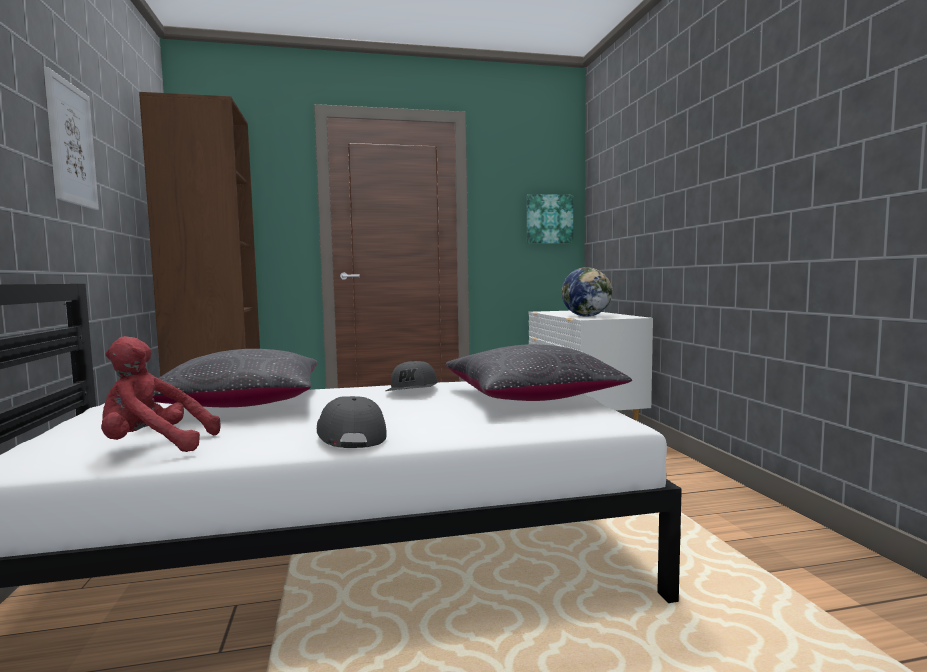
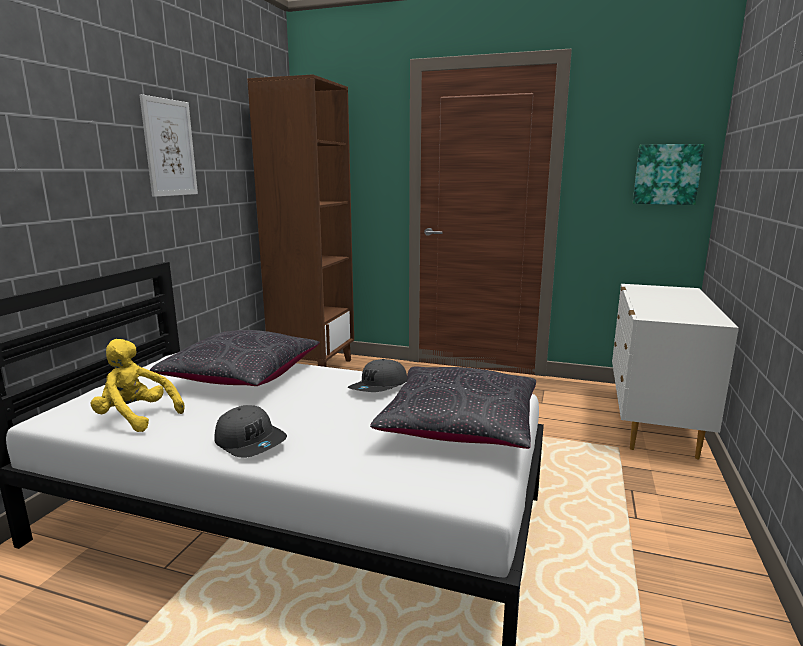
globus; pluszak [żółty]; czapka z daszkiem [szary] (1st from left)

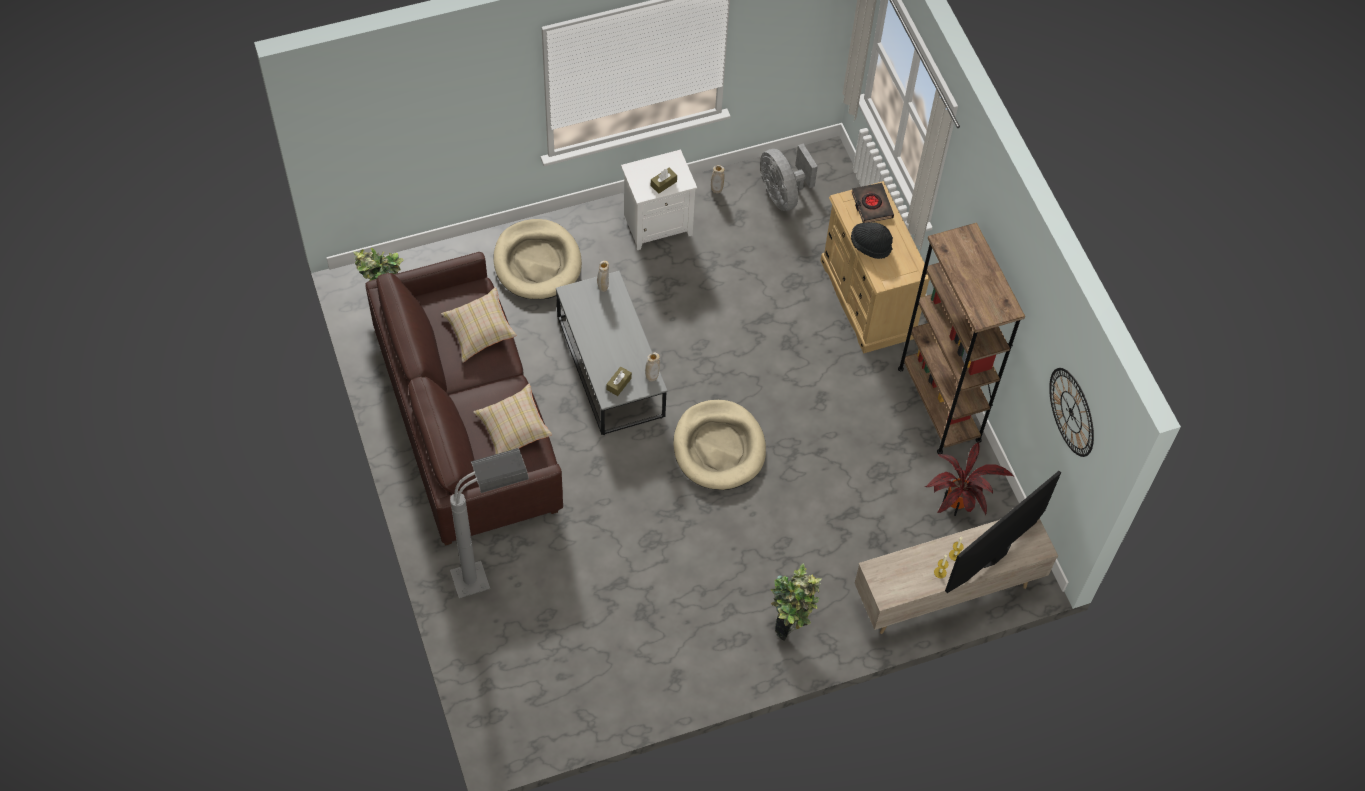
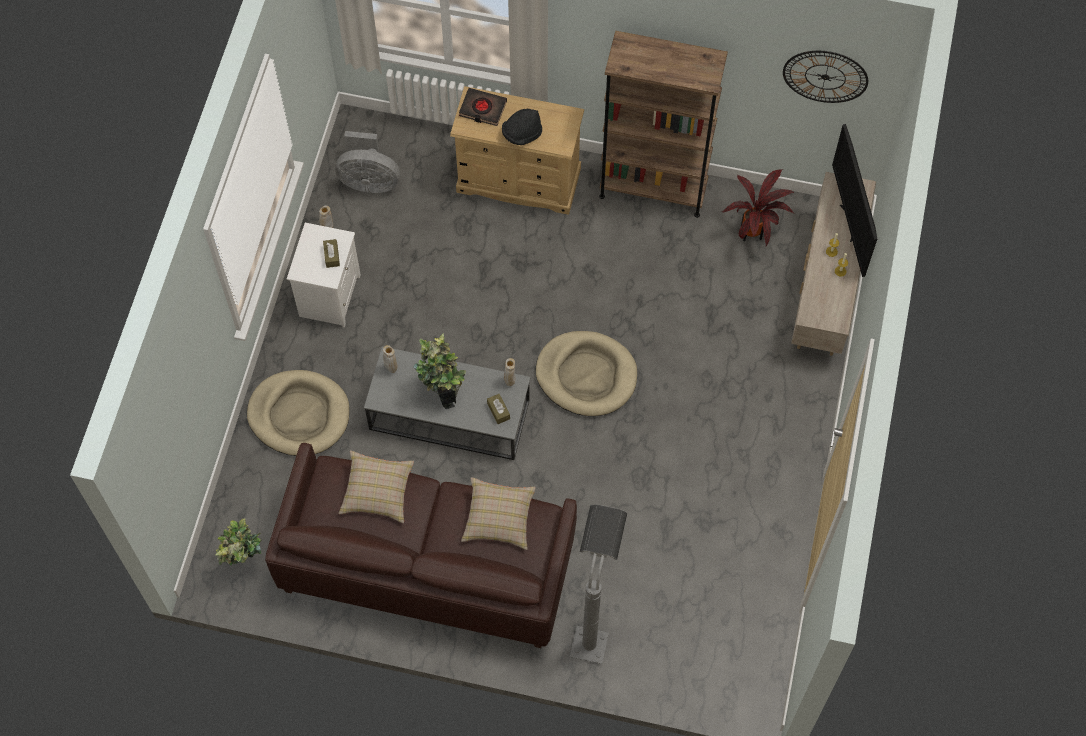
roślina doniczkowa (2nd from left)

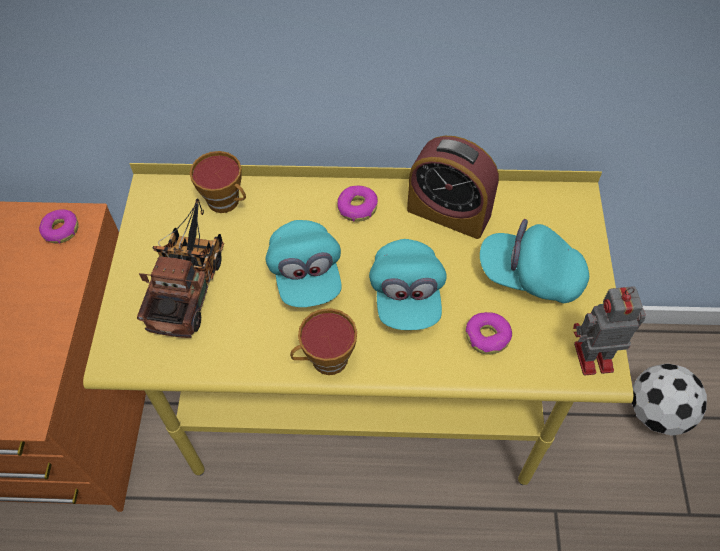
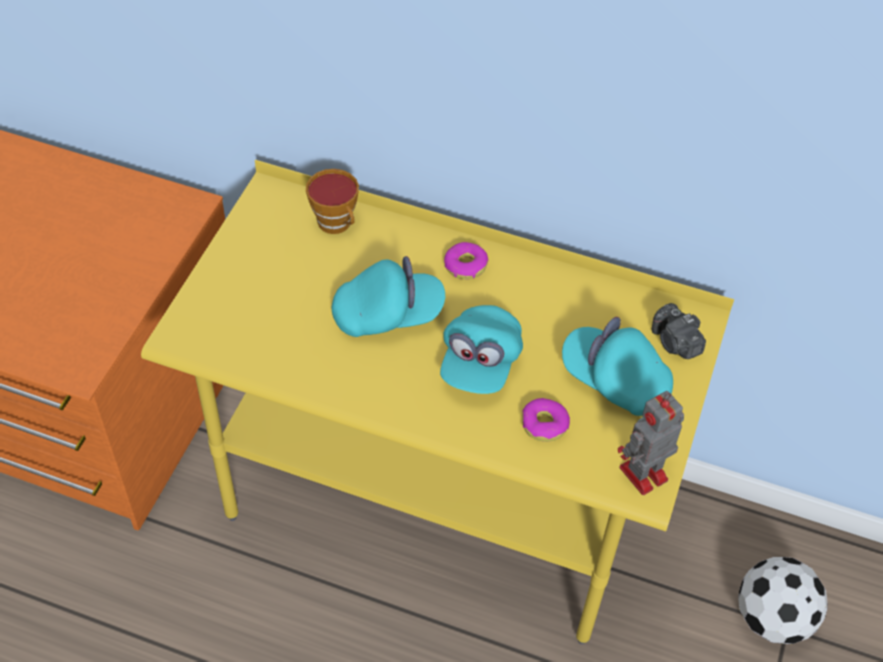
budzik; ciężarówka zabawkowa; donut (1st from left in the first image); czapka z daszkiem [turkusowy] (1st from left); robot zabawkowy; filiżanka (2nd from left in the first image); aparat fotograficzny

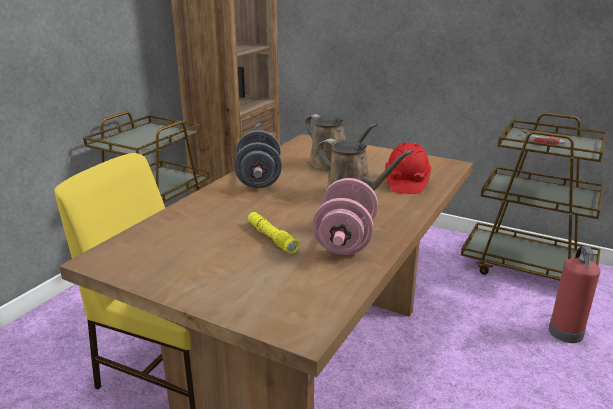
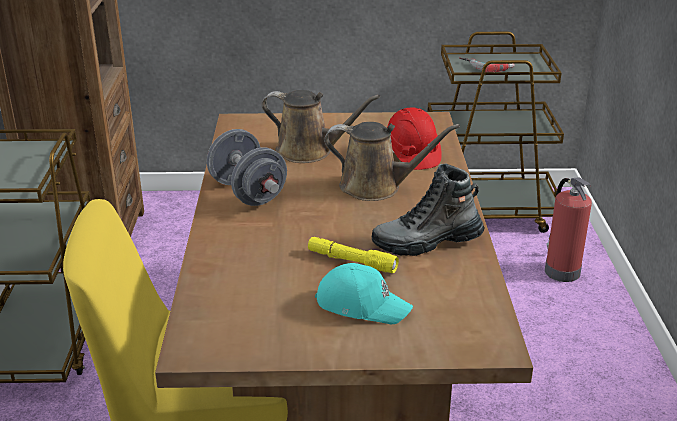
but z cholewką; czapka z daszkiem [turkusowy]

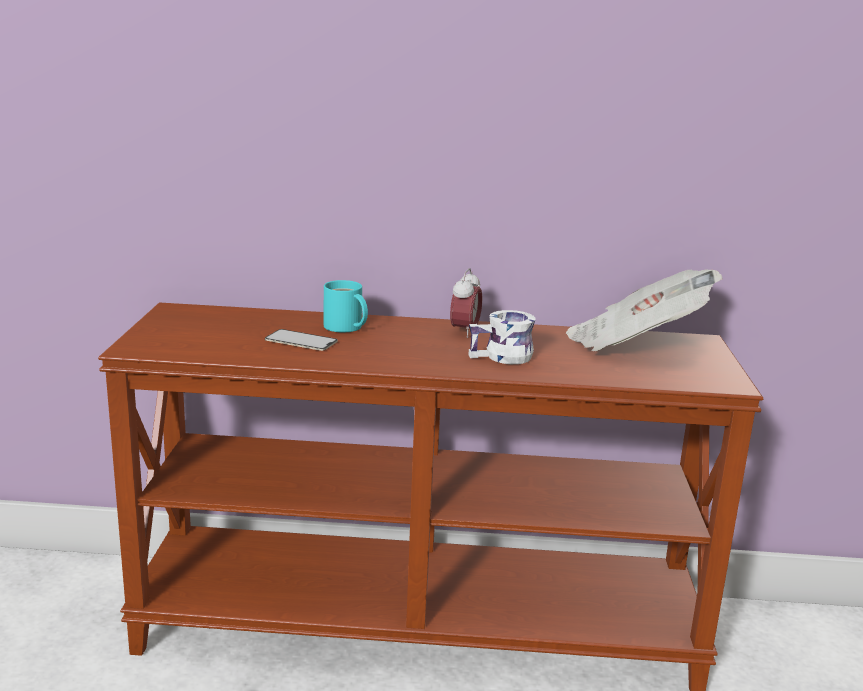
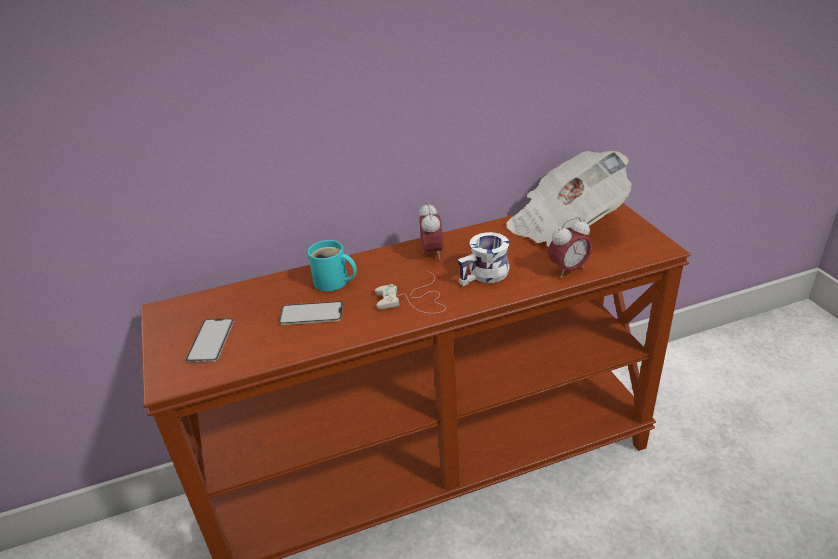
budzik (2nd from left); pad do gier [biały]; telefon (1st from left)

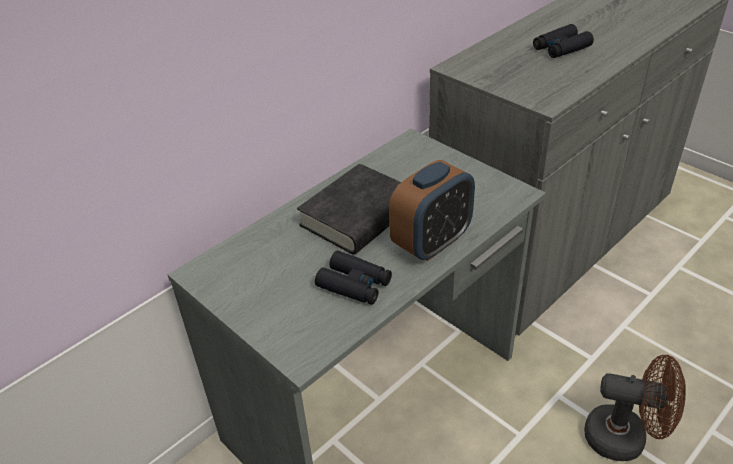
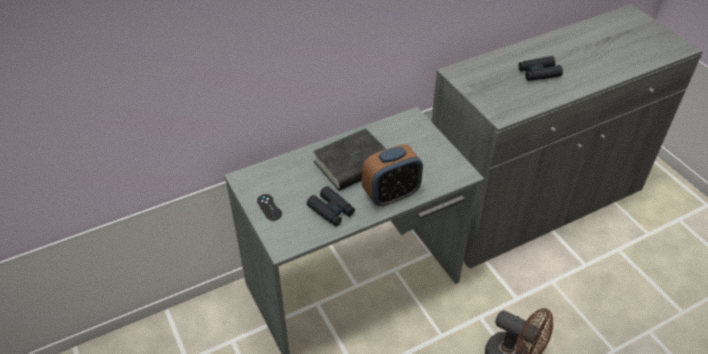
pad do gier [czarny]

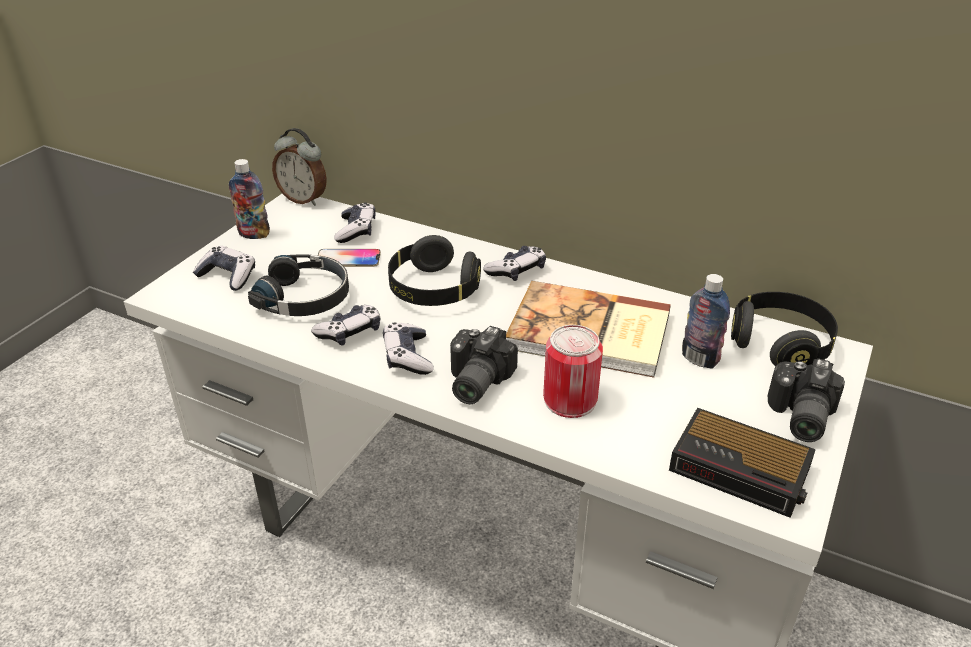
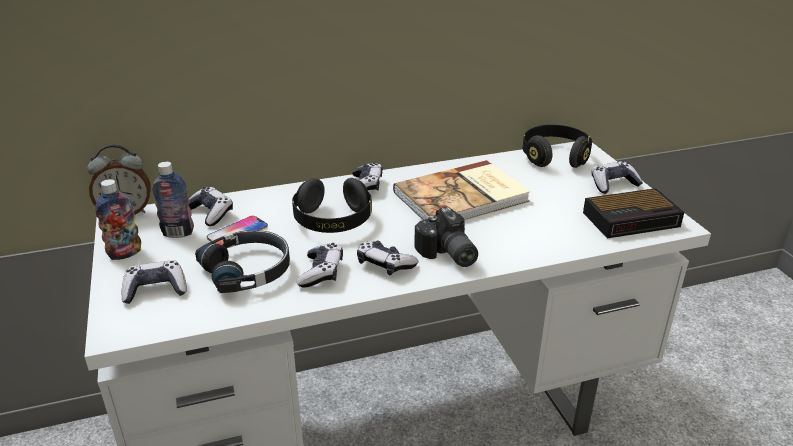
butelka (2nd from left); puszka; pad do gier (6th from left)

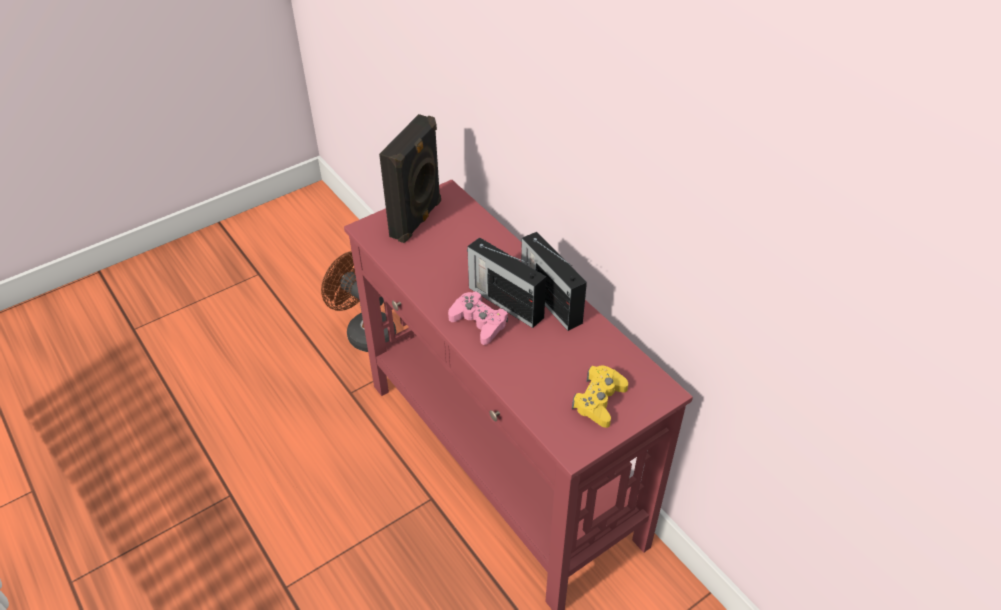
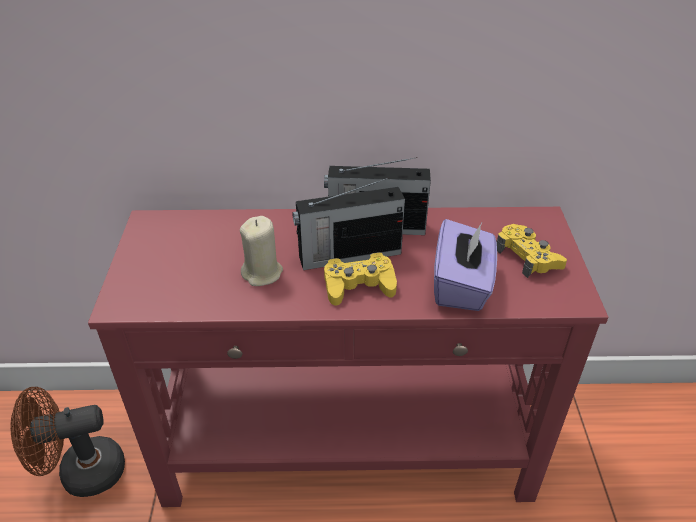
głośnik [czarny]; pad do gier [żółty] (1st from left); świeca [beżowy]; pudełko chusteczek [fioletowy]

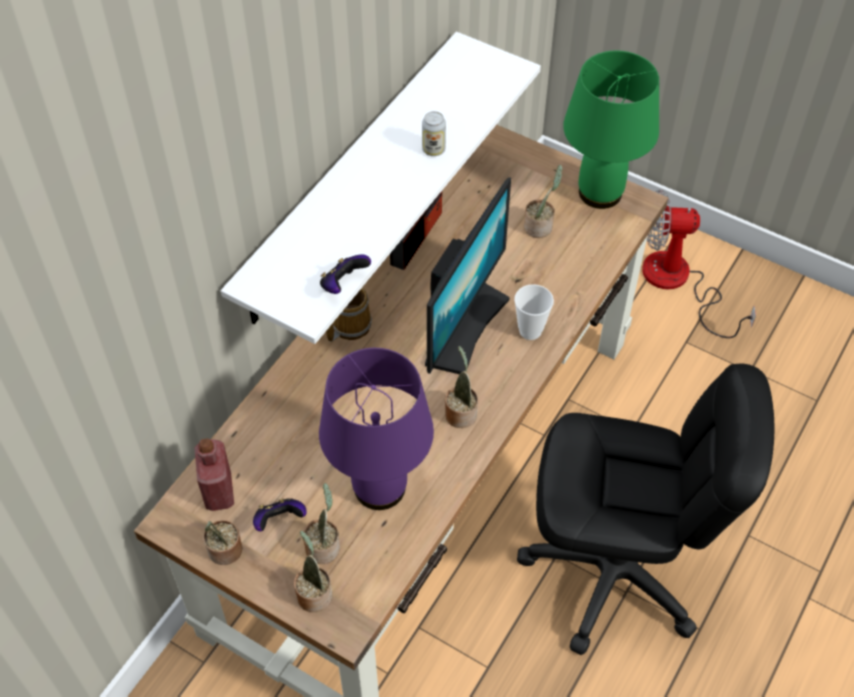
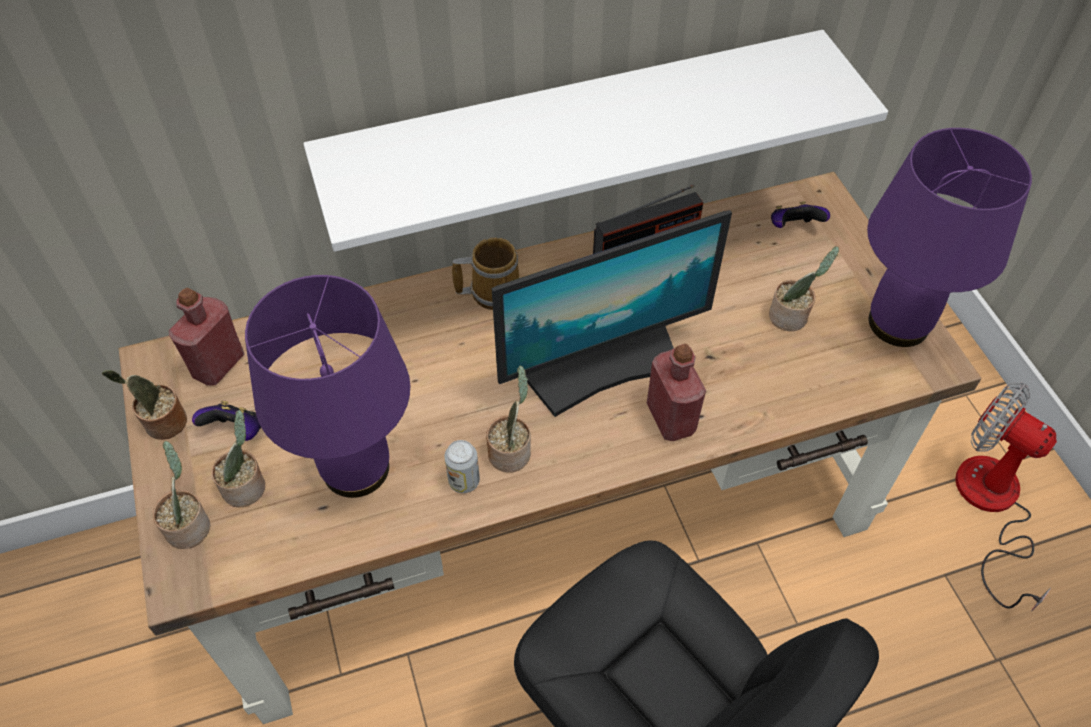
lampa stołowa [fioletowy] (2nd from left); puszka; pad do gier (2nd from left); butelka [czerwony] (2nd from left)

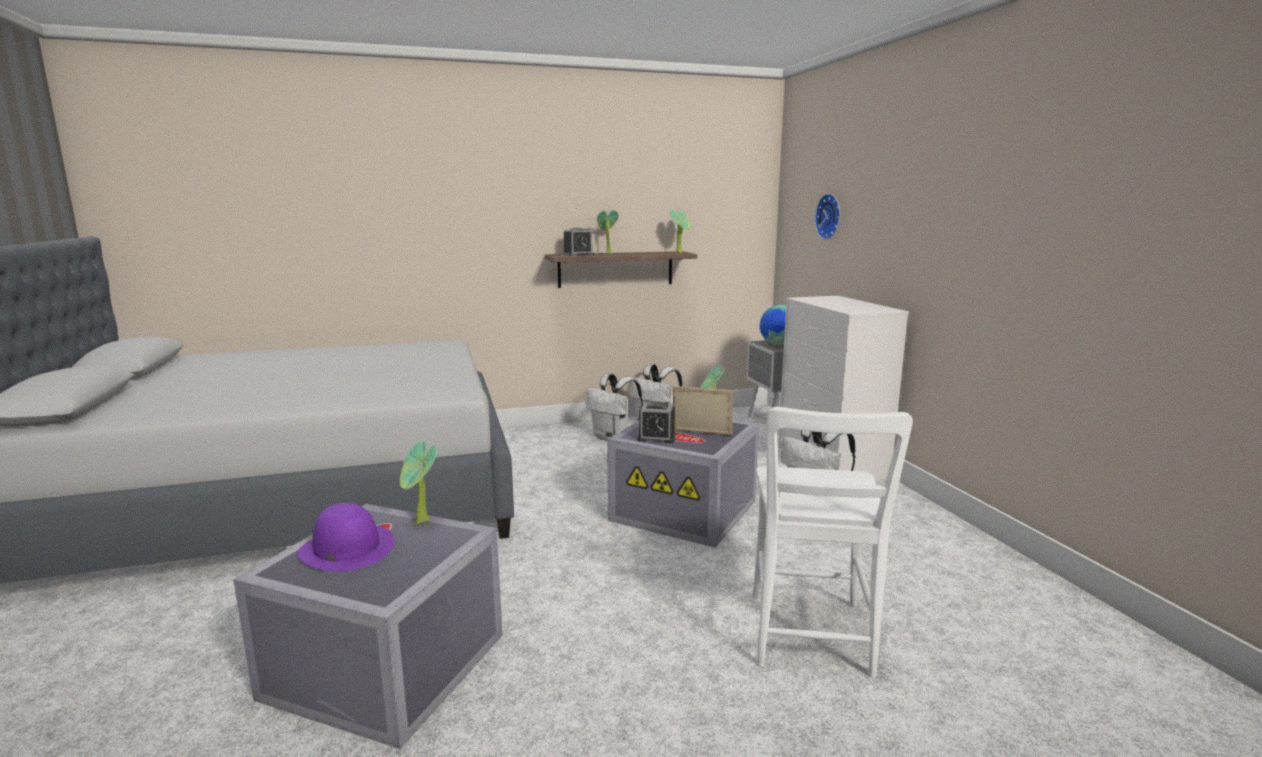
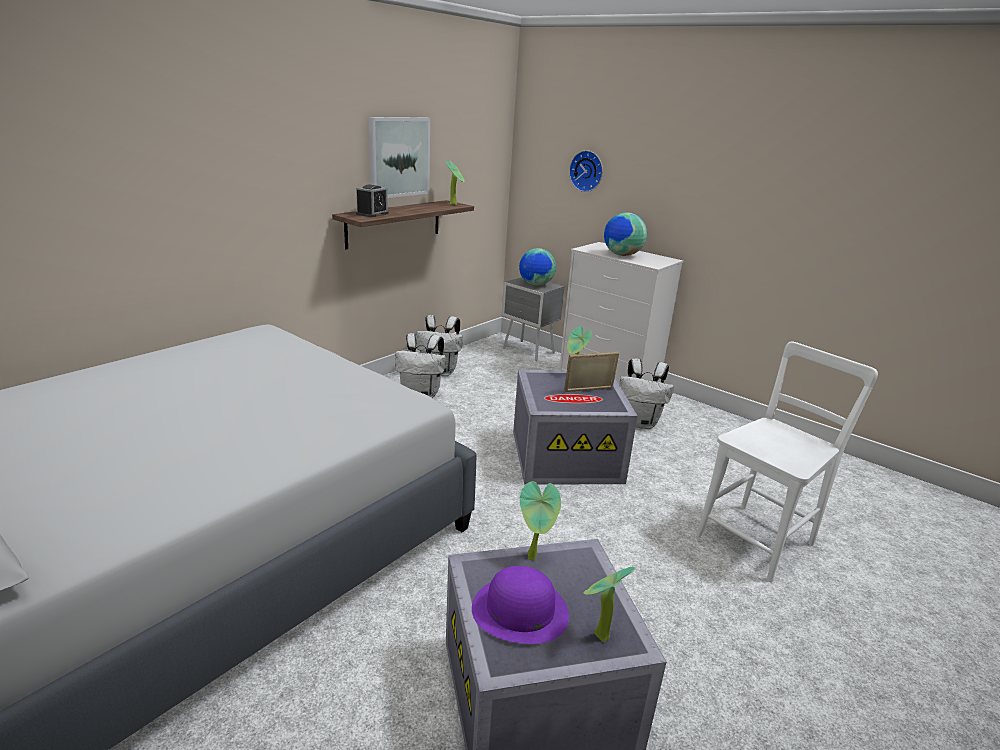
roślina doniczkowa (4th from left); budzik (2nd from left in the first image); krzesło [biały]; obraz; globus (2nd from left)

